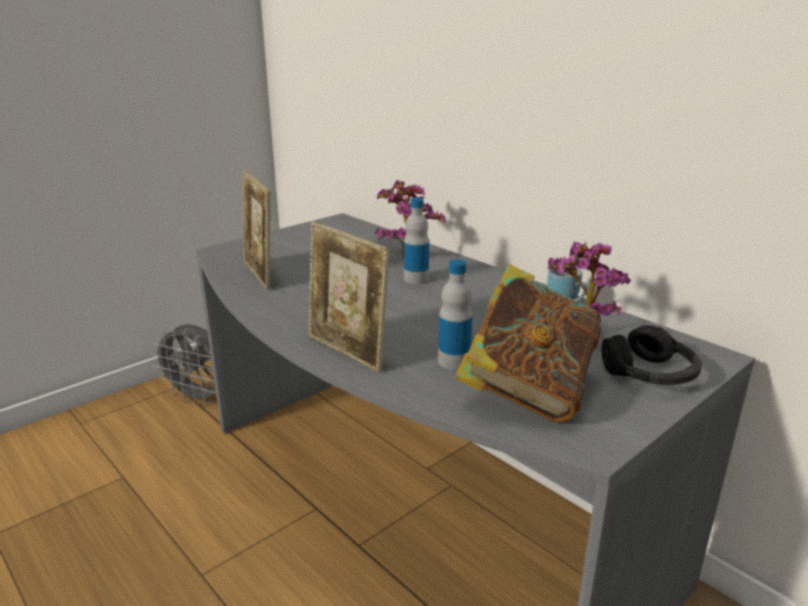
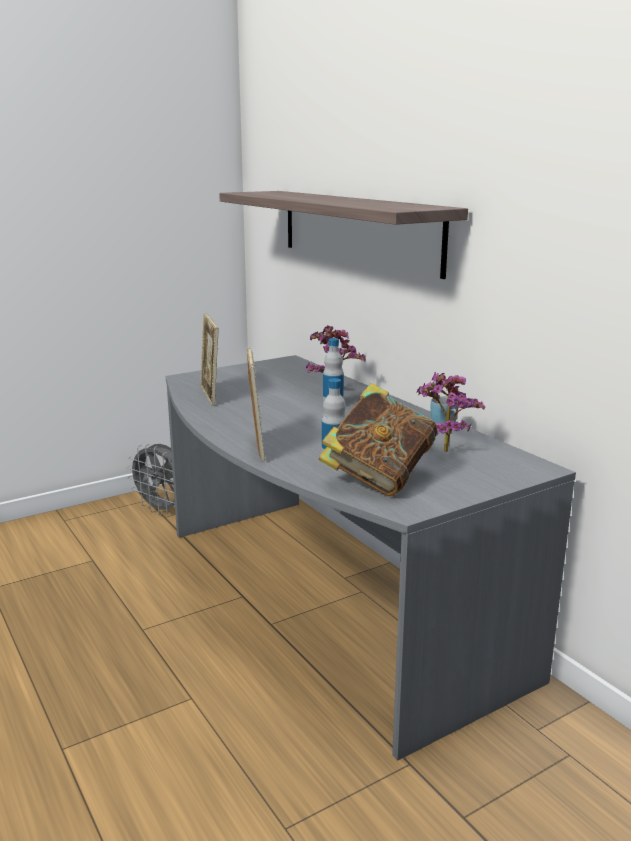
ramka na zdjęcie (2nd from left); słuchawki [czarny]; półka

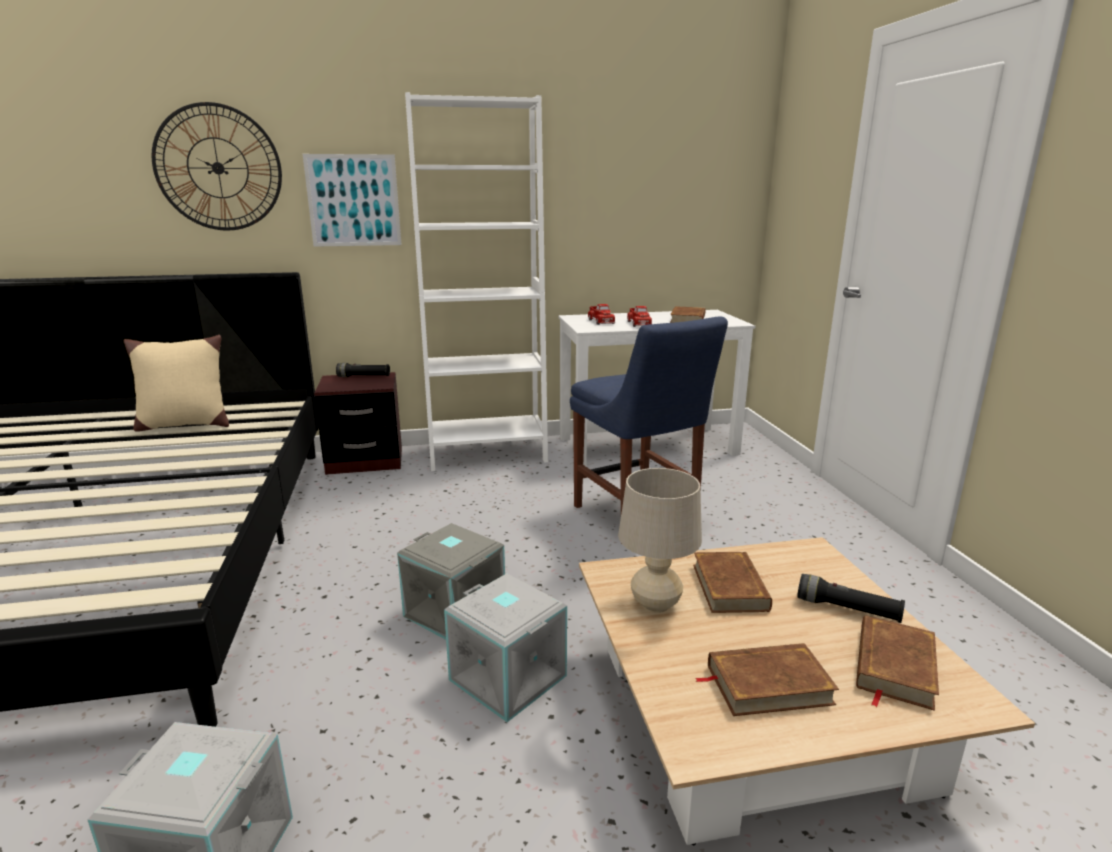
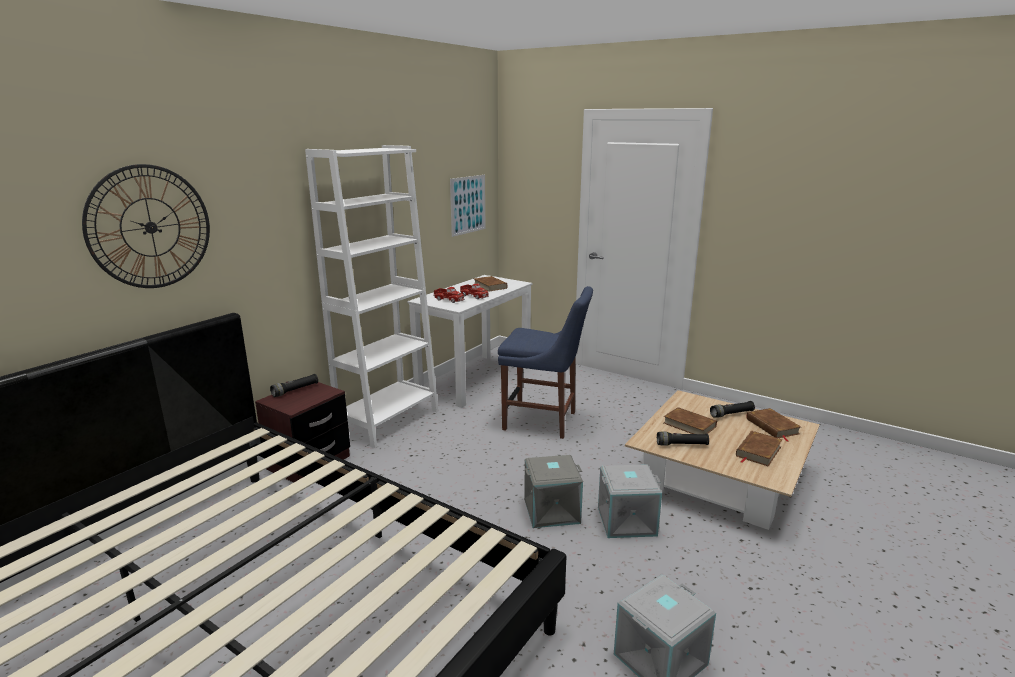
obraz; poduszka [beżowy]; latarka [czarny] (2nd from left)

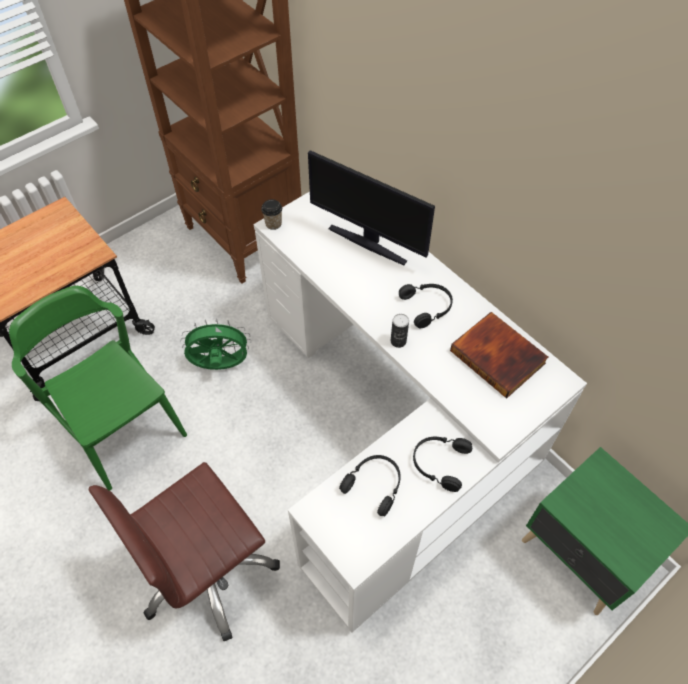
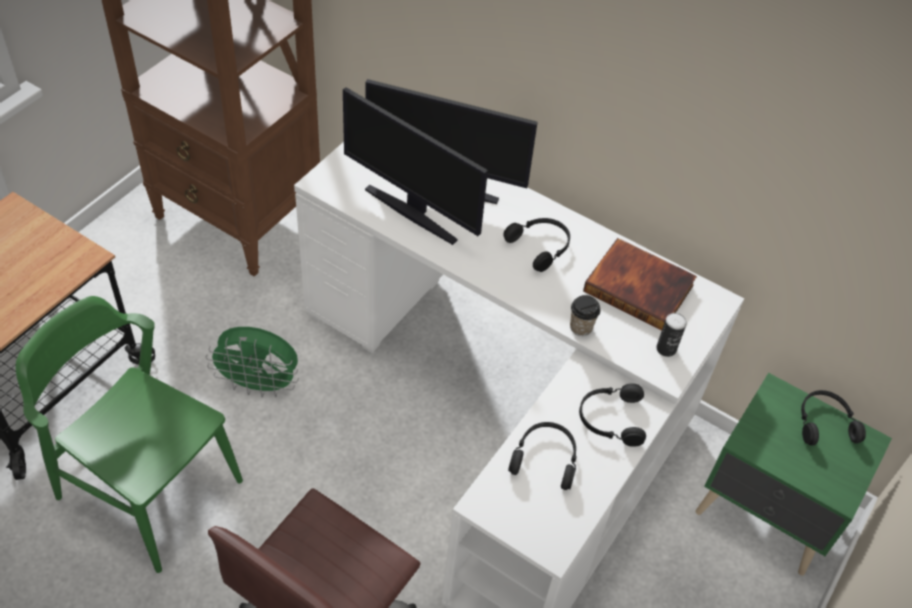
filiżanka; puszka; wentylator [zielony]; monitor (1st from left); słuchawki [czarny] (4th from left)

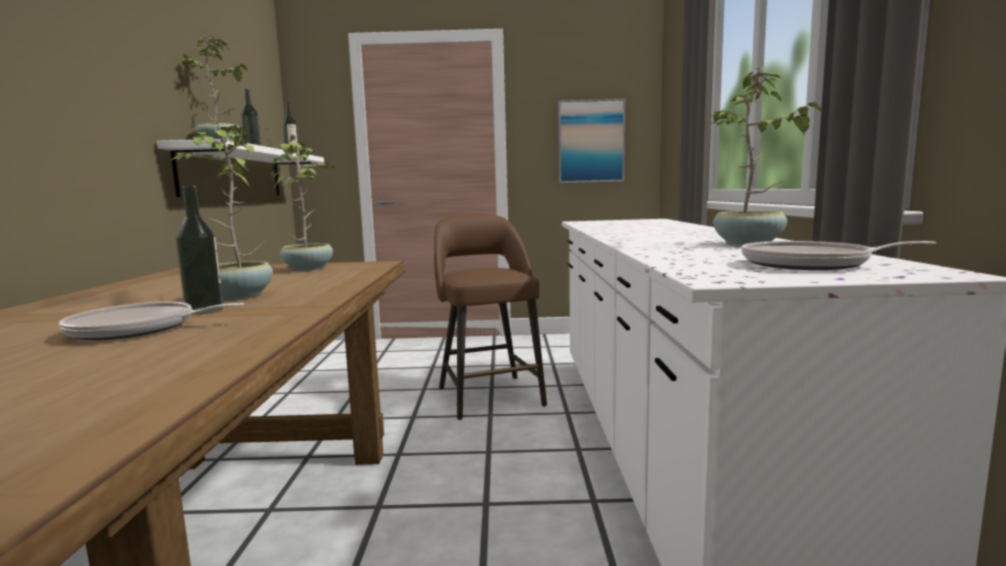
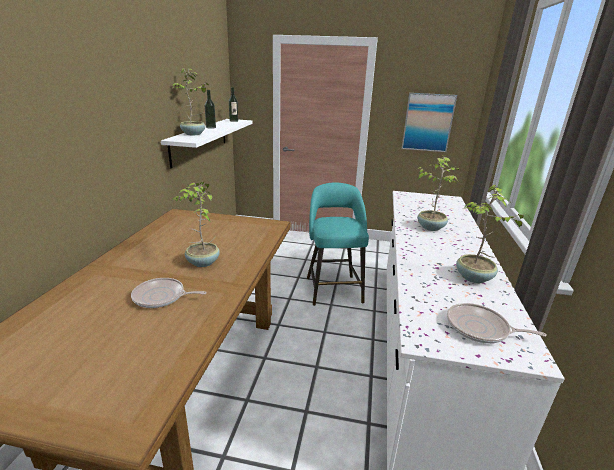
roślina doniczkowa (3rd from left); butelka (1st from left in the first image); stołek [turkusowy]

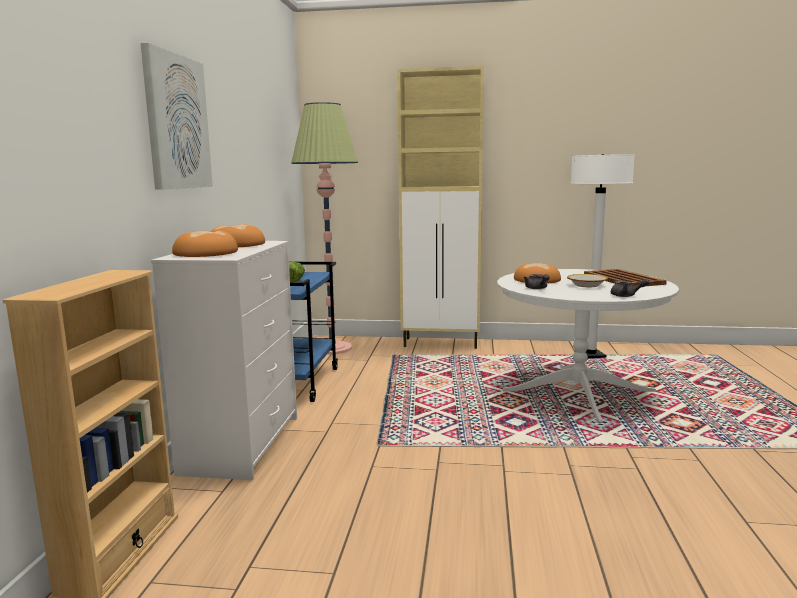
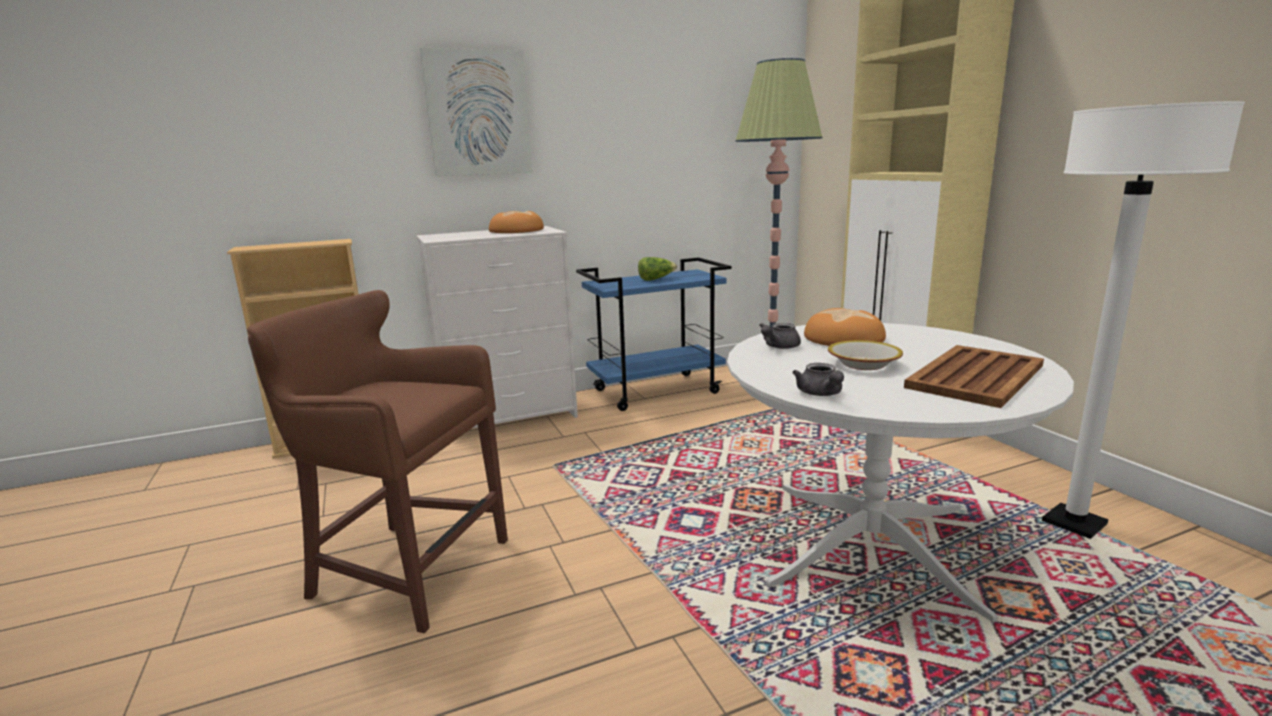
chleb (1st from left in the first image); stołek [brązowy]

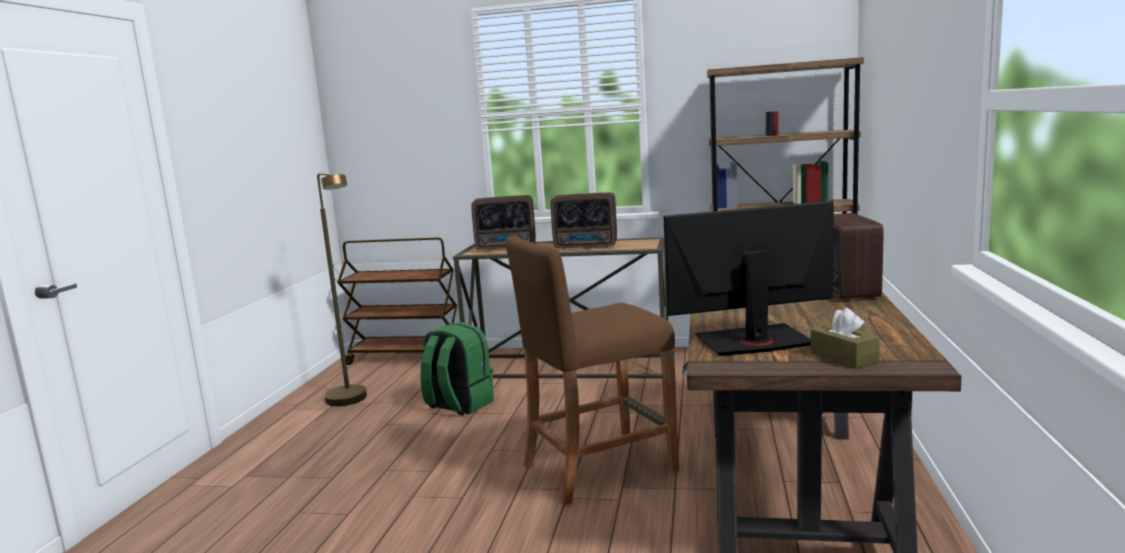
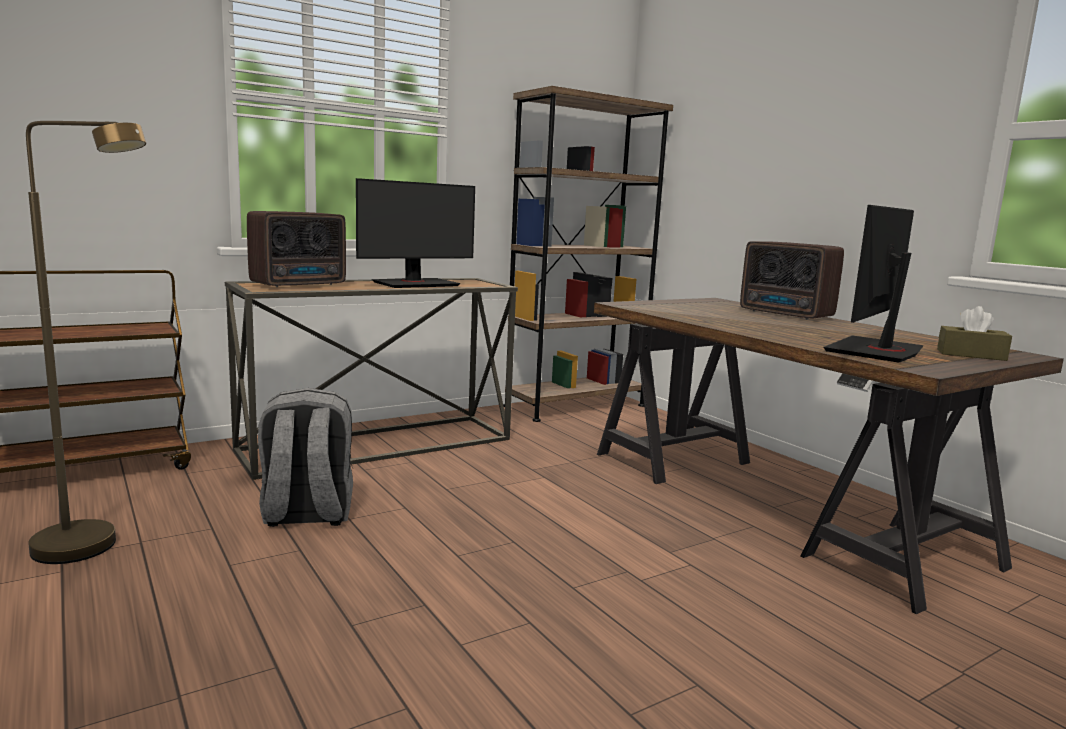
monitor (1st from left); stołek [brązowy]; plecak [szary]

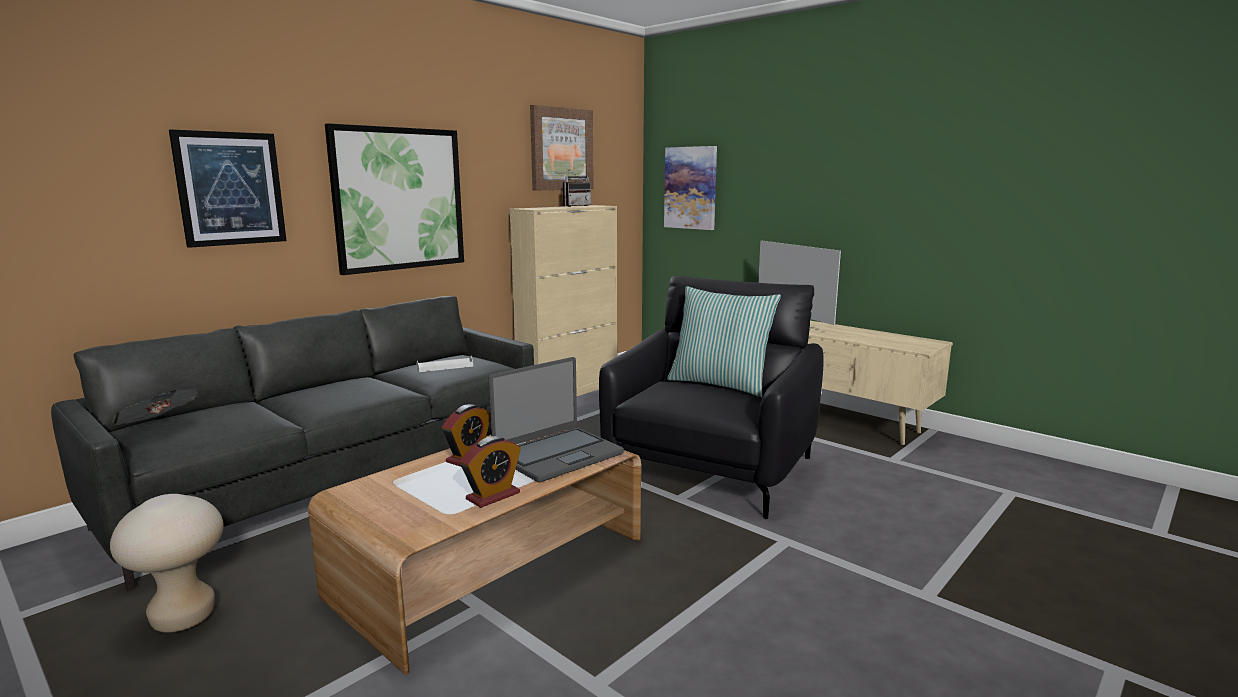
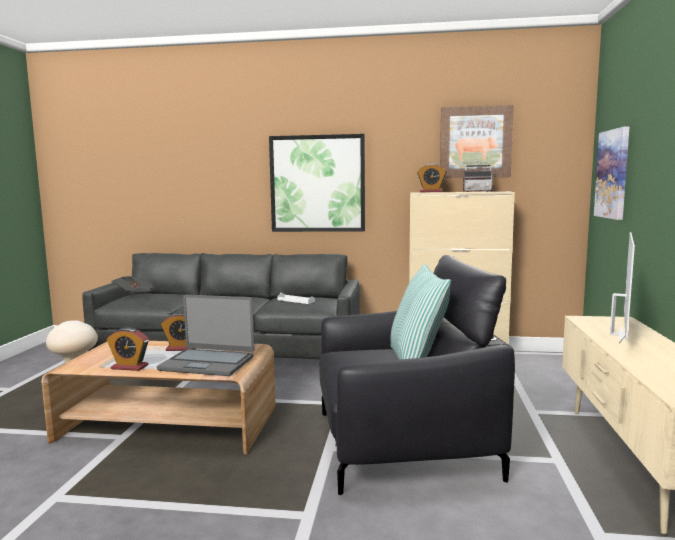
obraz (1st from left in the first image); budzik (3rd from left)

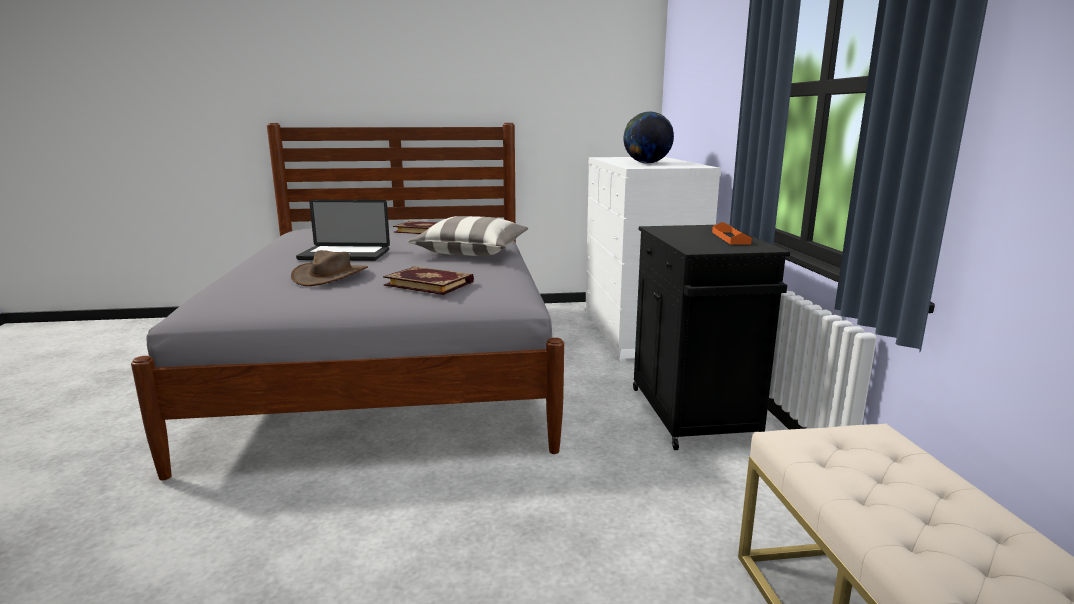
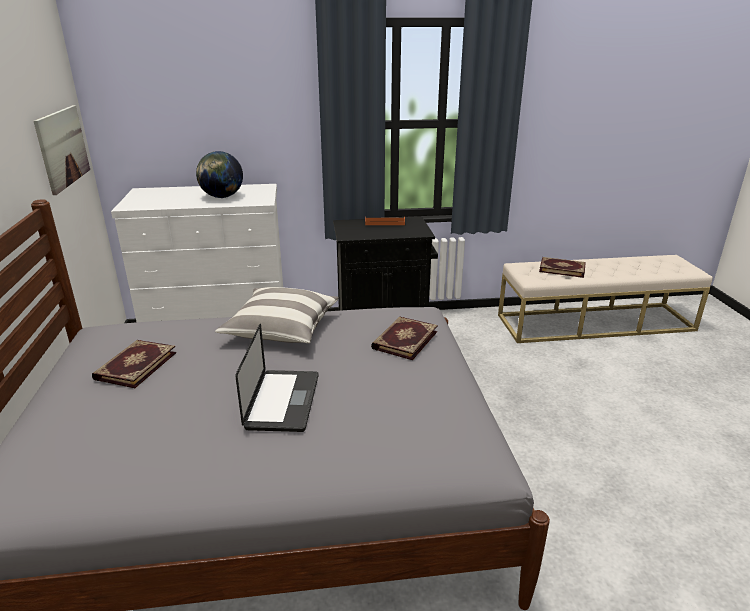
kapelusz [brązowy]; obraz; książka (3rd from left)

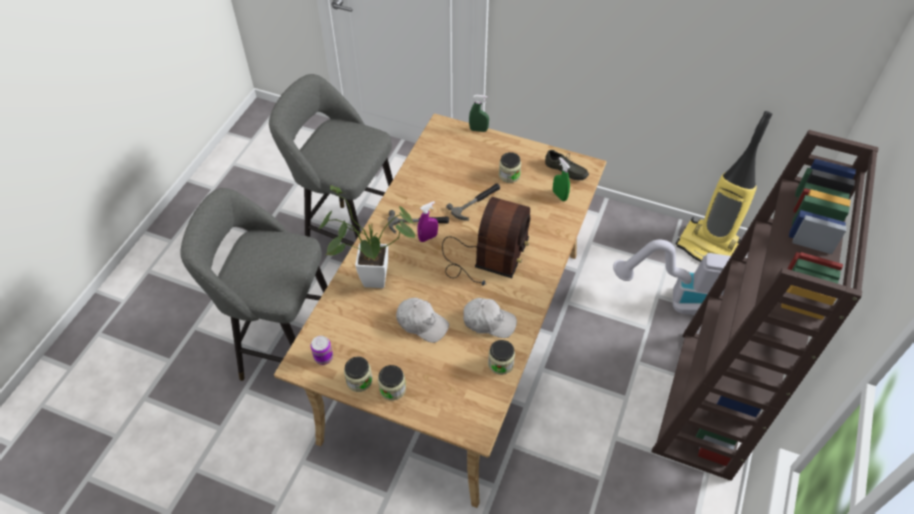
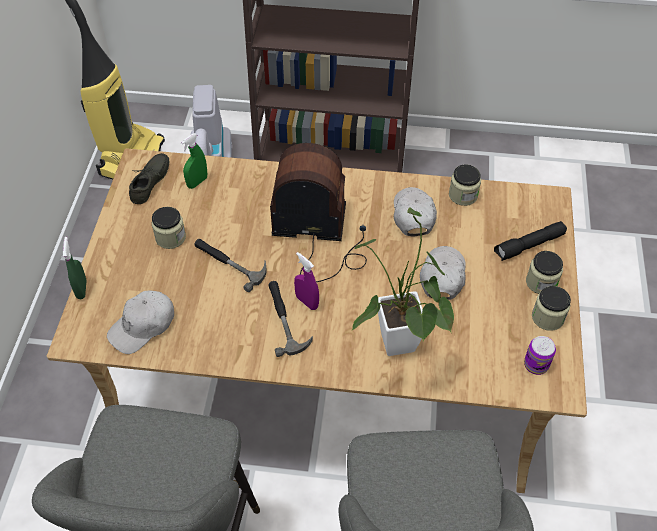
latarka [czarny]; czapka z daszkiem [biały] (1st from left)

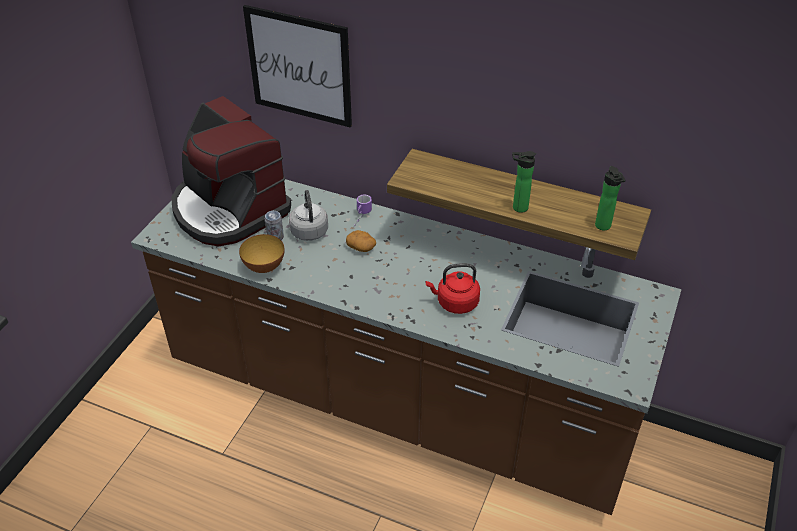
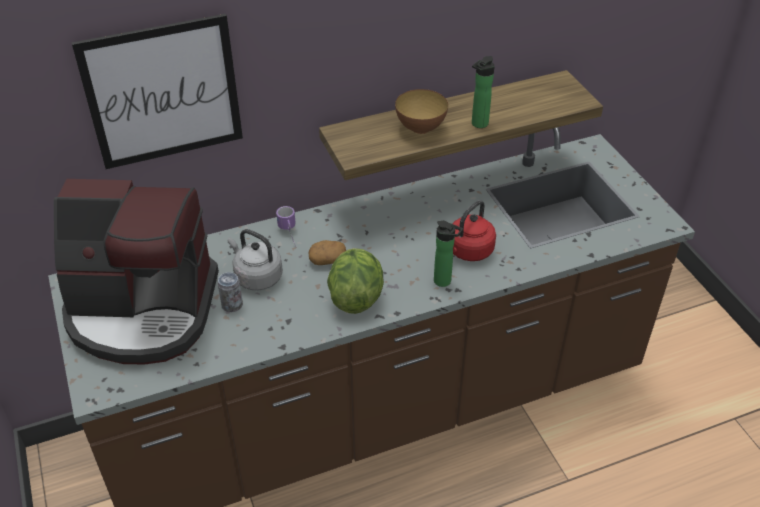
butelka (1st from left); miska; sałata

